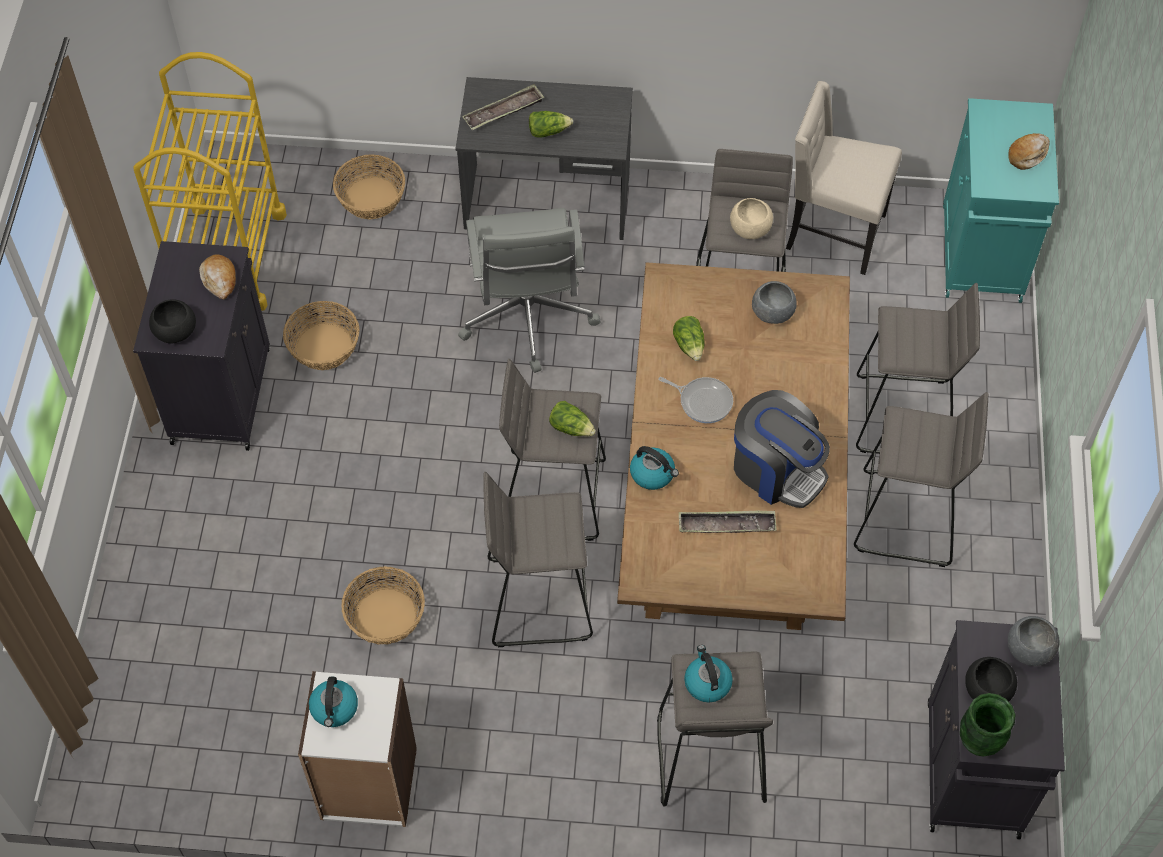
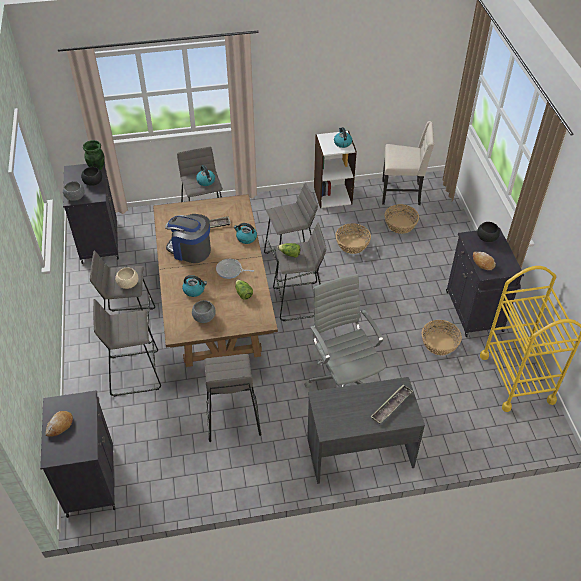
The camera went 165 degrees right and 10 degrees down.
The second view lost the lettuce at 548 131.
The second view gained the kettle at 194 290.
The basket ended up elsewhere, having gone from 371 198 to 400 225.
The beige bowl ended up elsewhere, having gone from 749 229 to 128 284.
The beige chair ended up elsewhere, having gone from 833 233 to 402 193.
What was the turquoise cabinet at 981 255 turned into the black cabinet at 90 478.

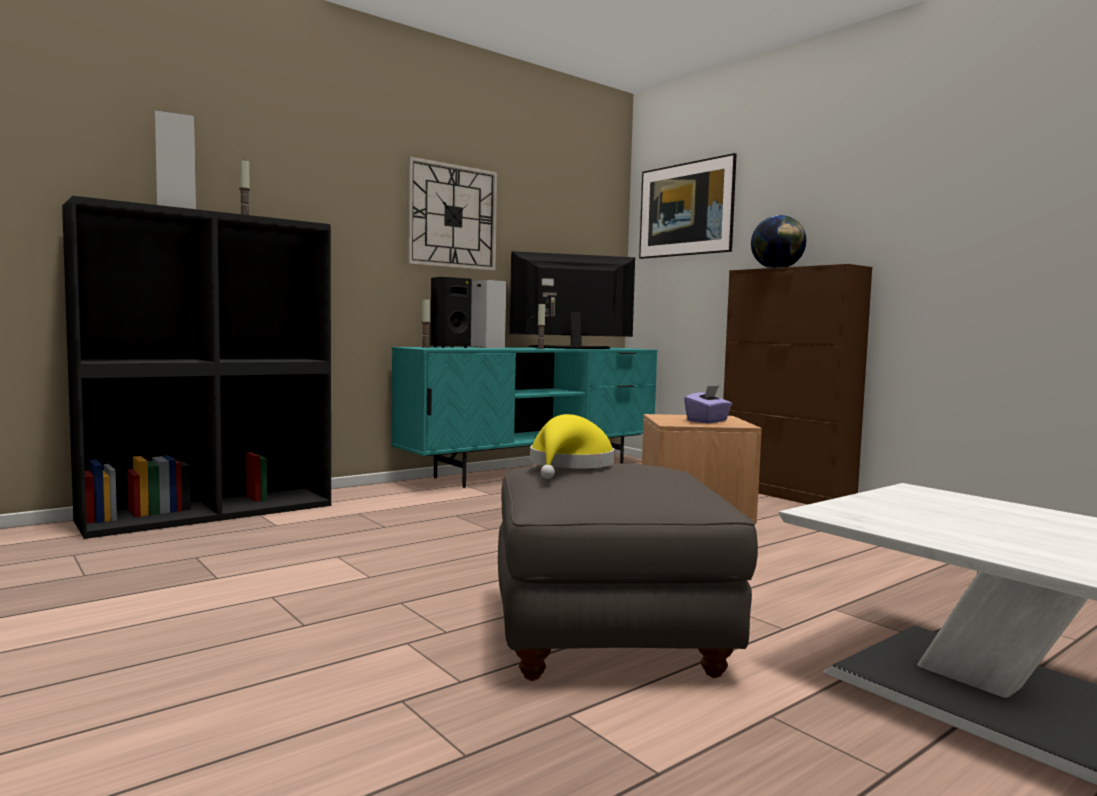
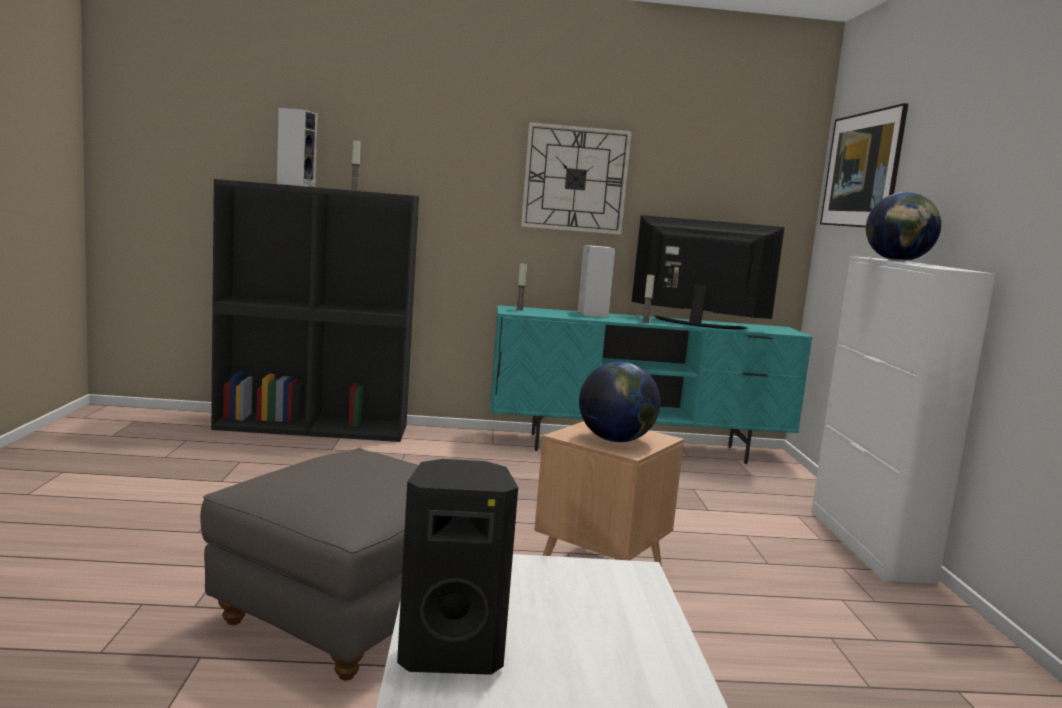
The camera went 35 degrees right and 5 degrees up.
The second view lost the yellow hat at 569 466.
The black speaker ended up elsewhere, having gone from 449 347 to 451 653.
Where the purple tissue box stood at 707 421, the globe came to stand at 615 440.
What was the brown cabinet at 785 494 turned into the white cabinet at 868 544.

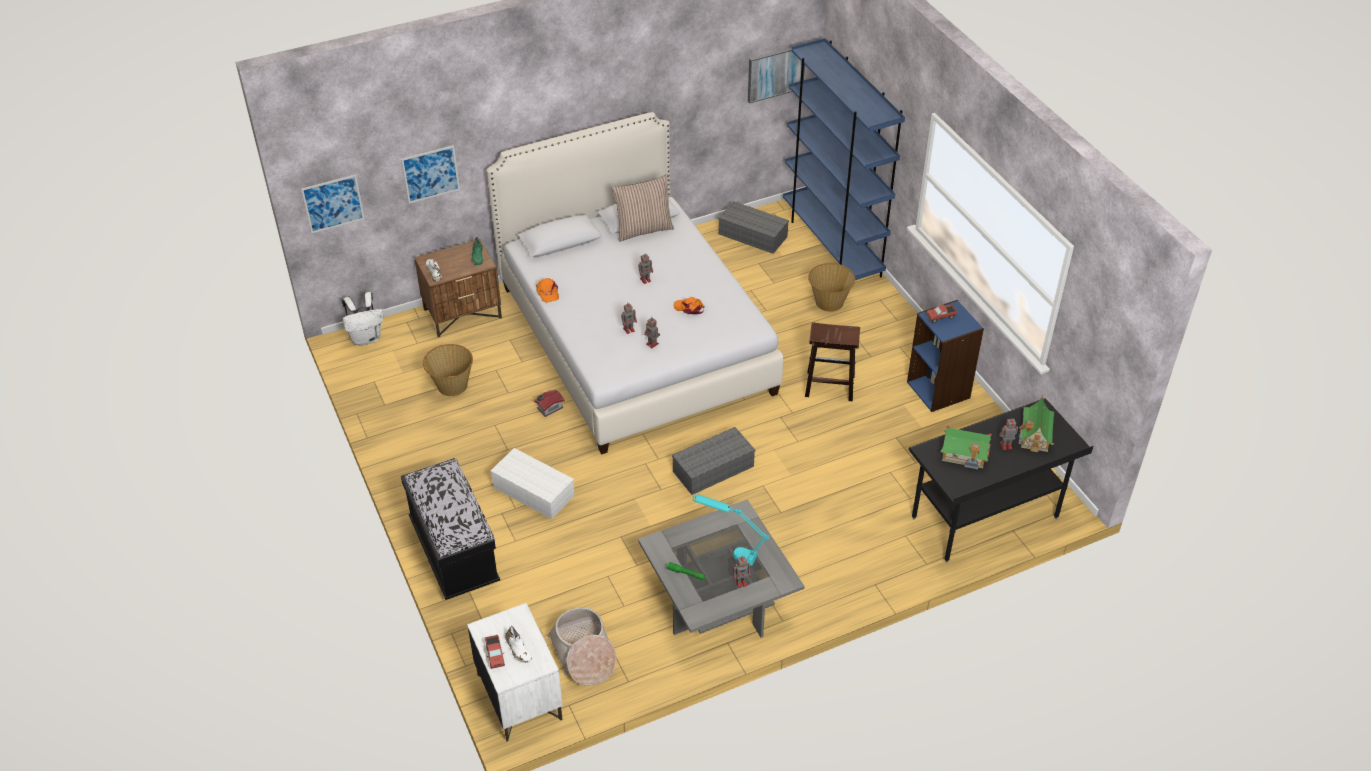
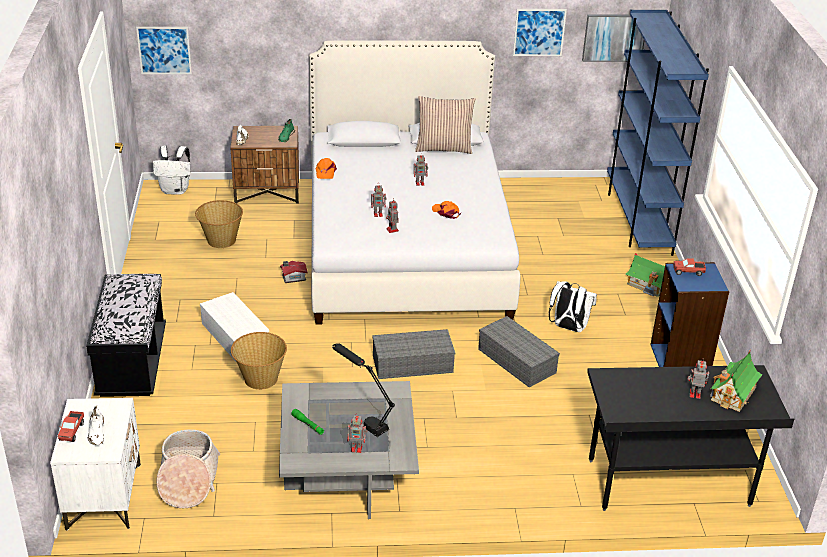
The camera went 20 degrees right and 10 degrees down.
The picture ended up elsewhere, having gone from 430 174 to 539 32.
The grey storage box ended up elsewhere, having gone from 754 235 to 518 361.
The basket ended up elsewhere, having gone from 829 302 to 260 379.
The toy house ended up elsewhere, having gone from 964 455 to 647 285.
Where the brown stool stood at 828 386, the white backpack came to stand at 568 327.
What was the turquoise table lamp at 730 551 turned into the black table lamp at 363 419.

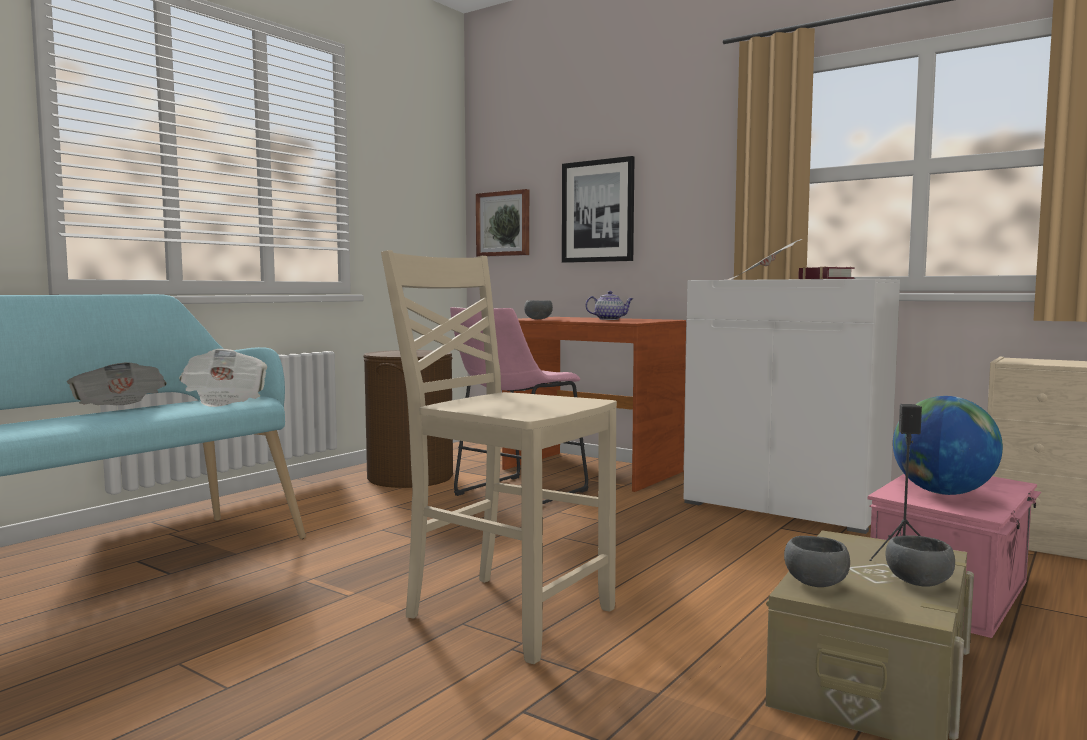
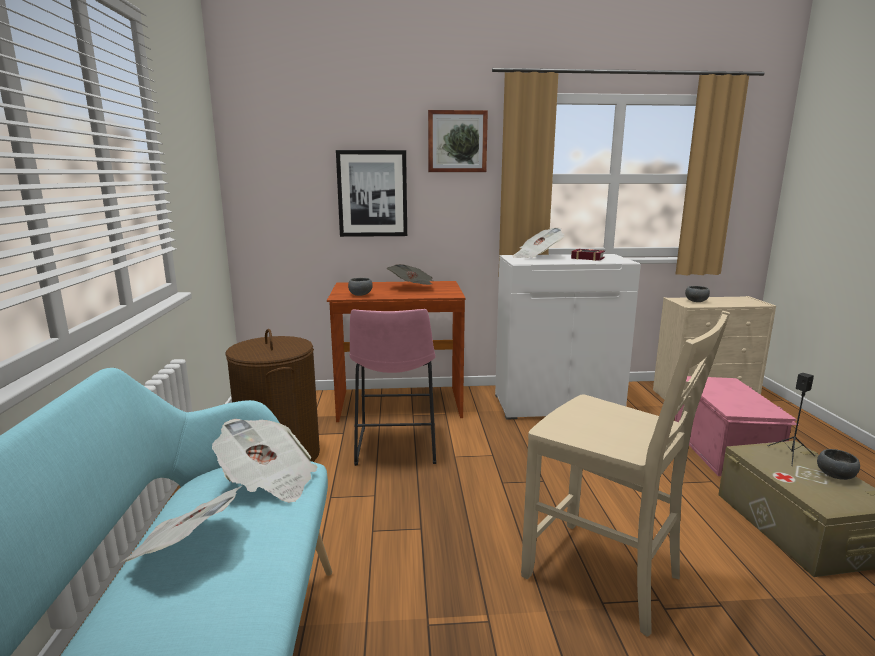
The camera went 40 degrees left and 10 degrees up.
The second view lost the globe at 943 493.
The picture ended up elsewhere, having gone from 504 224 to 457 141.
The grey bowl ended up elsewhere, having gone from 815 584 to 696 302.
Where the teapot stood at 610 319, the newspaper came to stand at 412 288.
The beige chair at 505 613 ended up facing another way, 135 degrees counterclockwise from before.

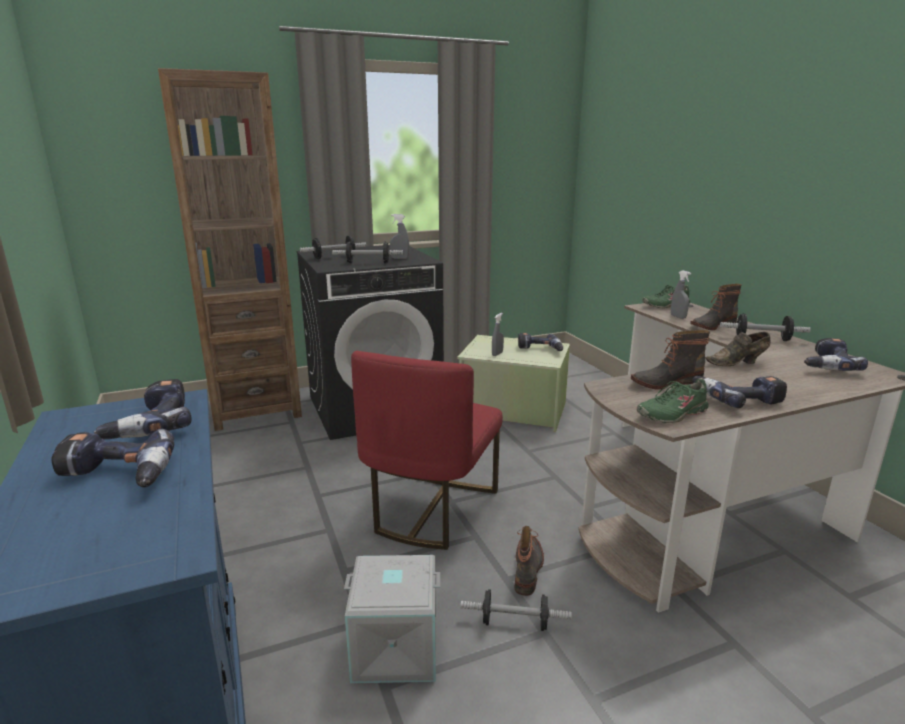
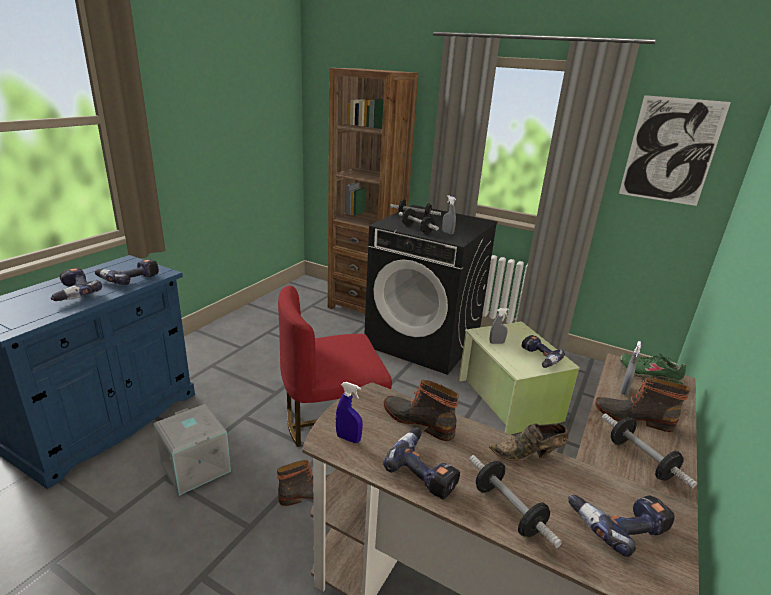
The camera went 50 degrees right and 5 degrees up.
The second view gained the picture at 670 151.
The dumbbell ended up elsewhere, having gone from 514 623 to 508 510.
Where the green shoe stood at 671 414, the blue spray bottle came to stand at 348 438.
The brown shoe at 738 363 ended up facing another way, 45 degrees counterclockwise from before.

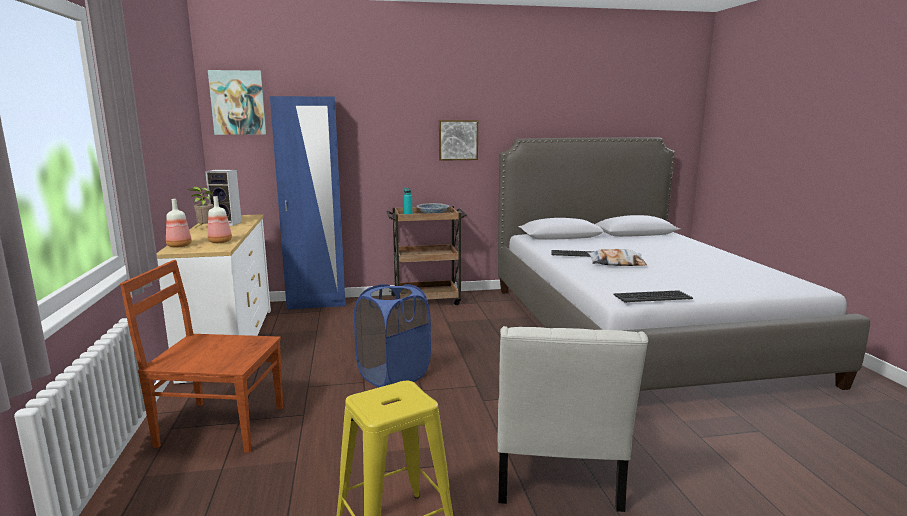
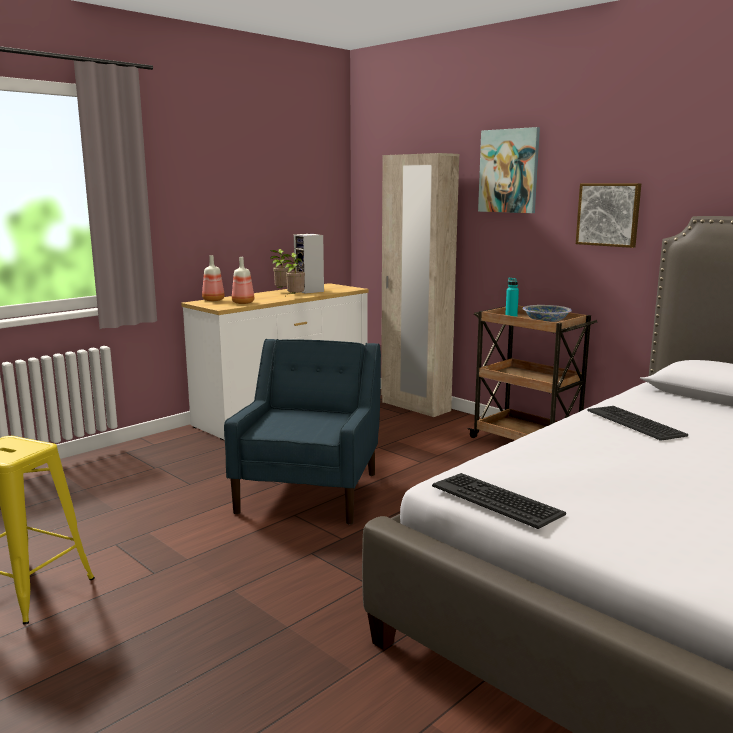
The camera went 55 degrees right and 0 degrees up.
The second view lost the brown chair at 219 425.
The second view lost the white chair at 556 475.
The second view lost the pillow at 616 263.
The second view gained the potted plant at 294 298.
The picture ended up elsewhere, having gone from 238 103 to 509 171.
Where the blue laundry basket stood at 394 375, the blue armchair came to stand at 310 491.
What was the blue wardrobe at 316 304 turned into the beige wardrobe at 415 406.

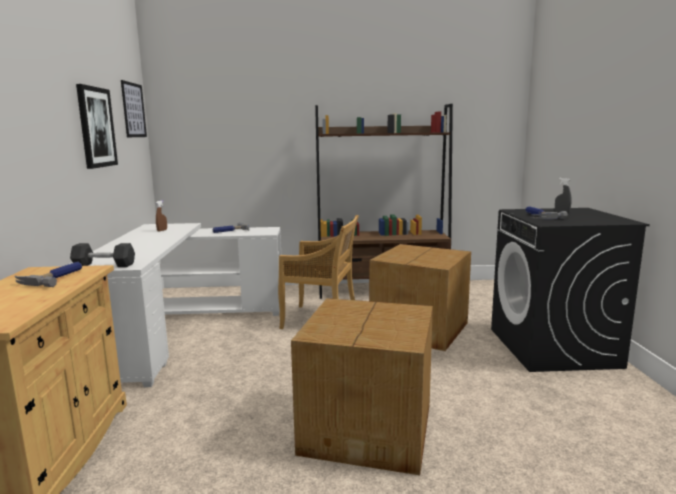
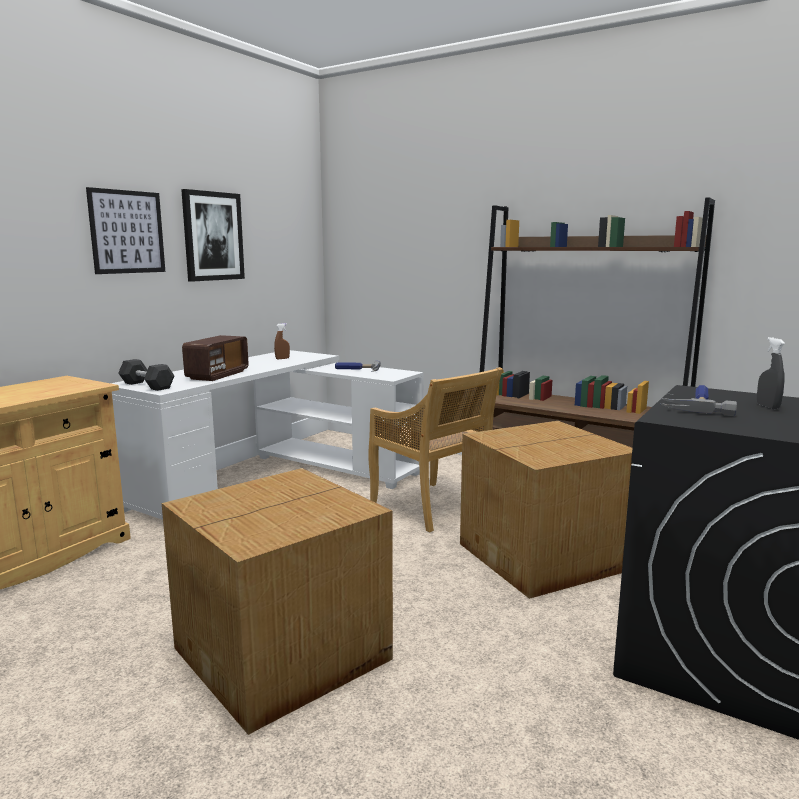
The camera went 35 degrees right and 0 degrees up.
The second view lost the hammer at 54 278.
The second view gained the radio at 217 375.
The picture ended up elsewhere, having gone from 133 110 to 127 232.

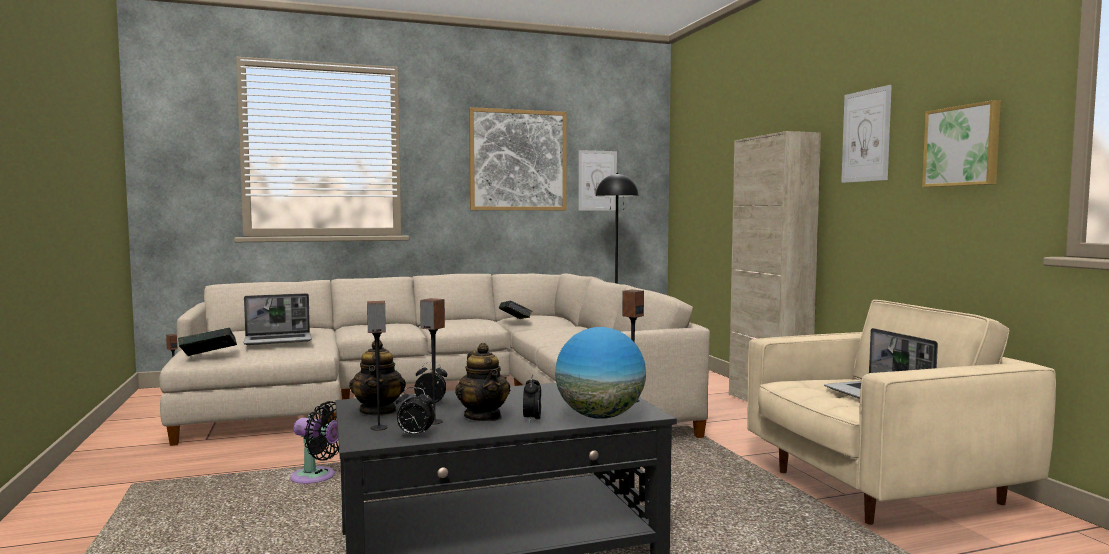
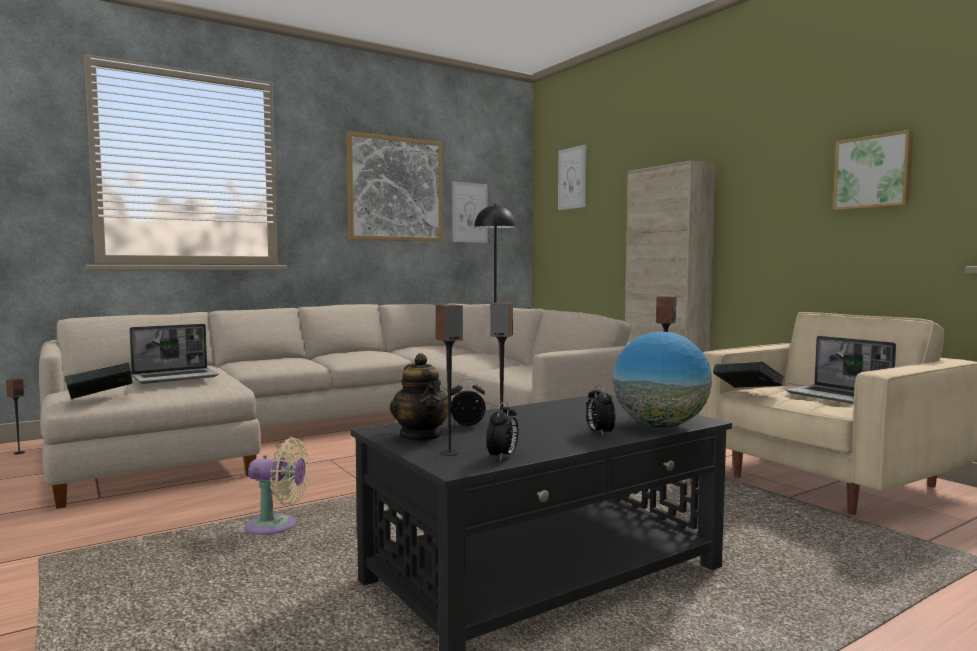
The camera went 15 degrees left and 0 degrees up.
The second view lost the teapot at 483 417.
The book ended up elsewhere, having gone from 515 321 to 747 392.
The picture ended up elsewhere, having gone from 866 136 to 572 178.
What was the black fan at 317 478 turned into the beige fan at 277 527.
The alarm clock at 414 435 ended up facing another way, 60 degrees counterclockwise from before.

